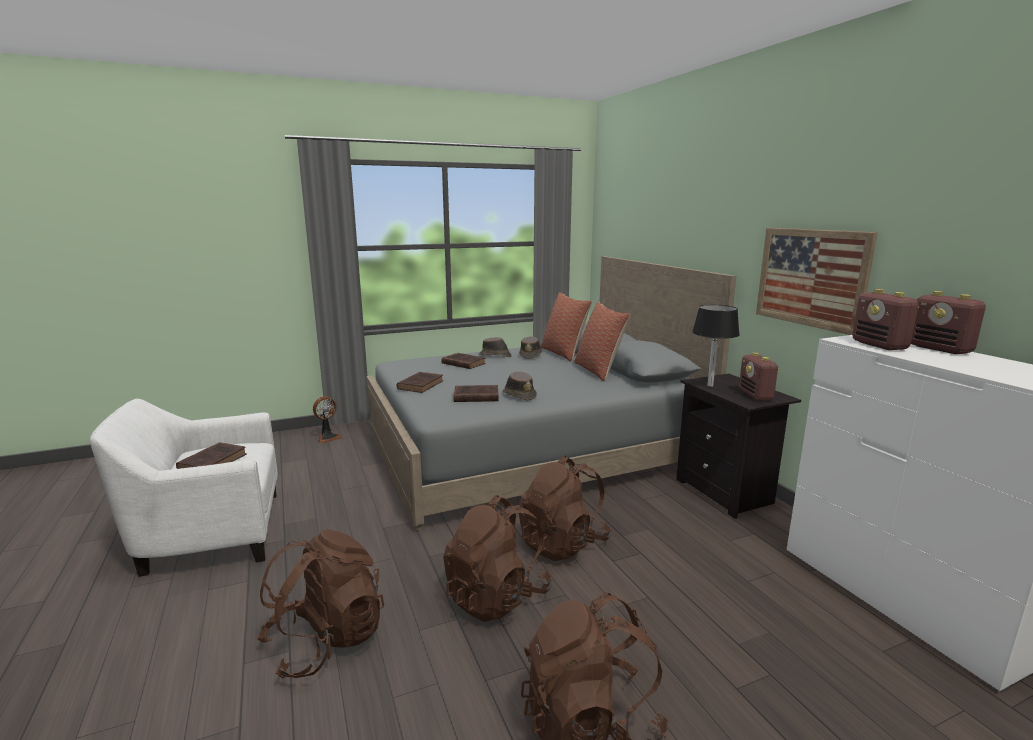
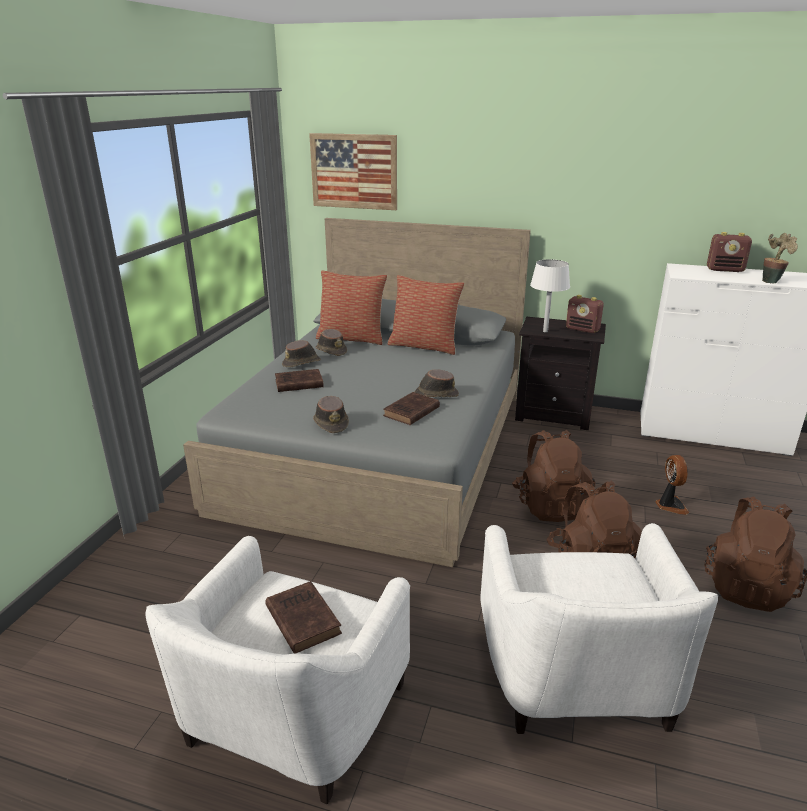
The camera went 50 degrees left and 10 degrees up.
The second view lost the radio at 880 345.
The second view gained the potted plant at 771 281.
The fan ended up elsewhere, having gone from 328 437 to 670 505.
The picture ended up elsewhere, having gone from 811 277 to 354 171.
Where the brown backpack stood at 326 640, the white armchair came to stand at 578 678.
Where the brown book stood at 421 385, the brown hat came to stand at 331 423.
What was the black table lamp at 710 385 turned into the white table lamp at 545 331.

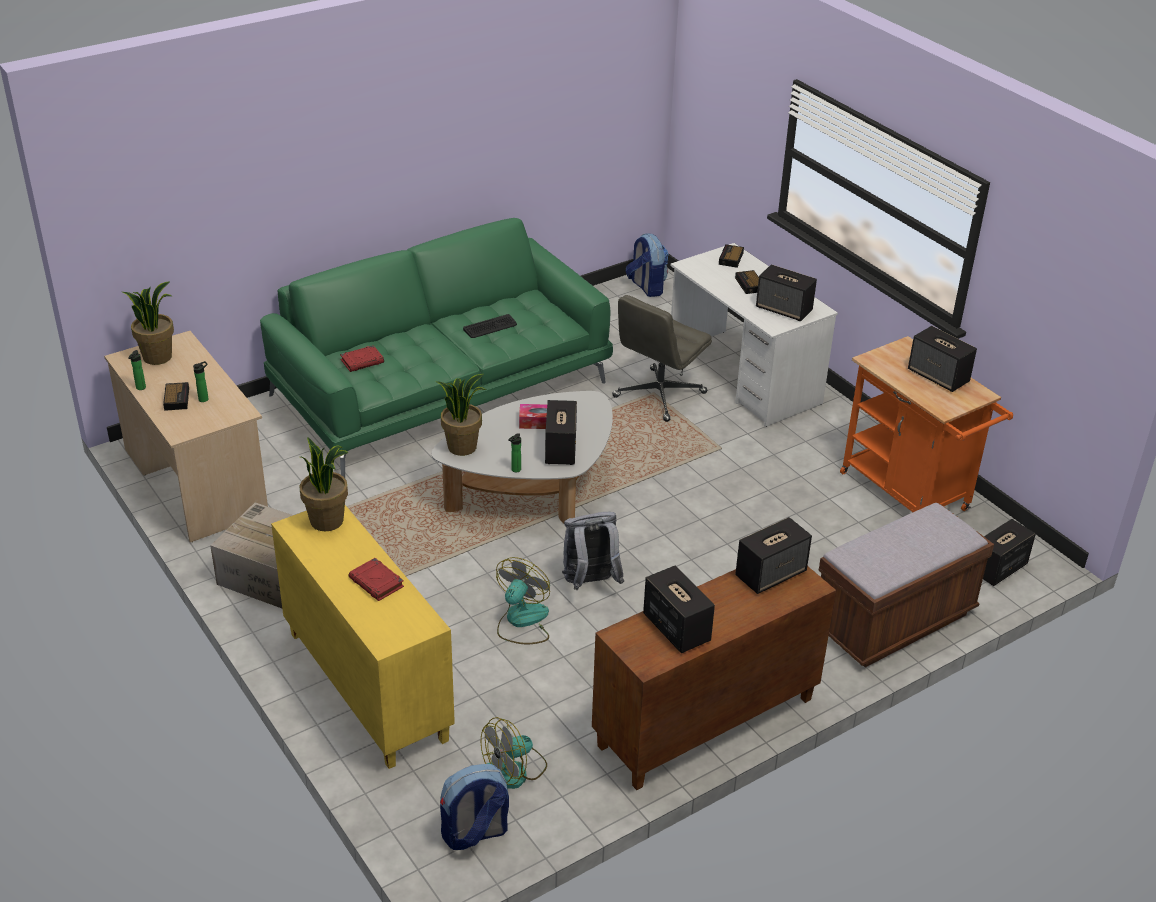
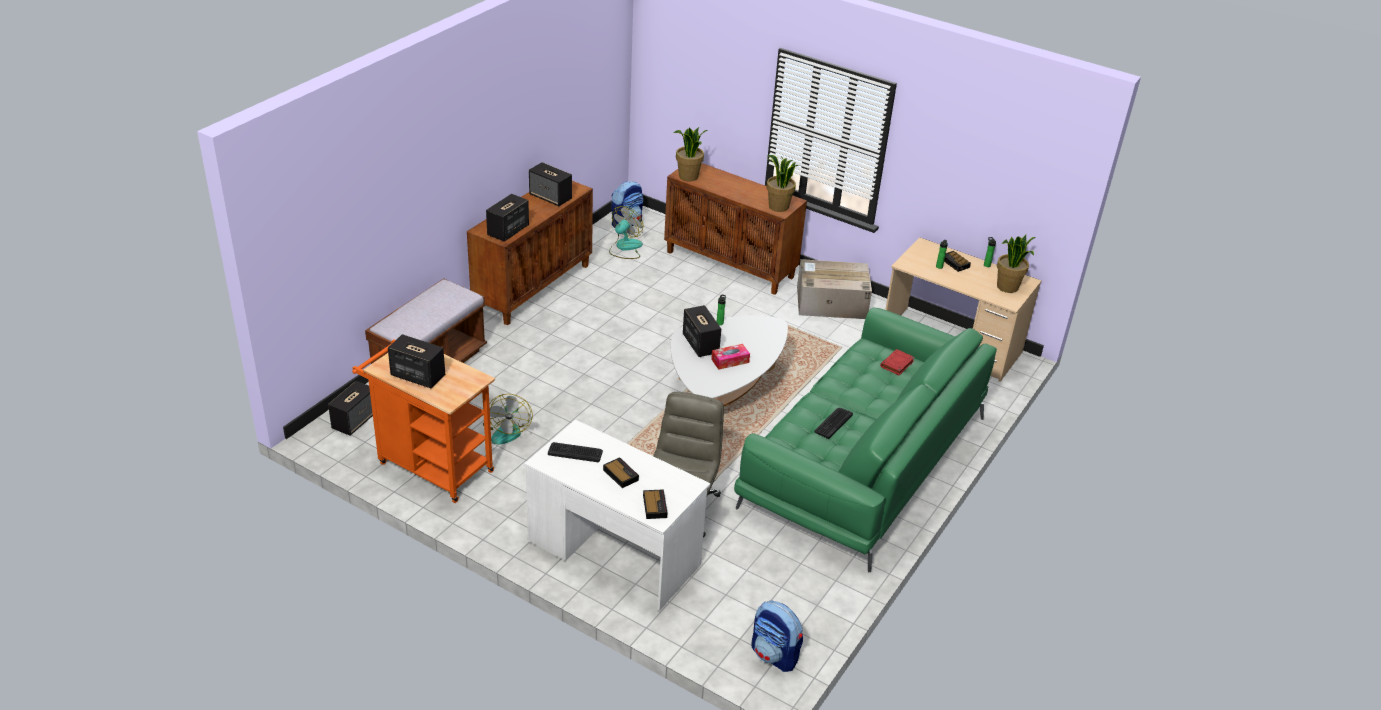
The camera went 155 degrees right and 0 degrees up.
The second view lost the red book at 377 583.
The second view lost the grey backpack at 590 583.
The potted plant ended up elsewhere, having gone from 462 446 to 688 177.
The fan ended up elsewhere, having gone from 522 622 to 507 430.
Where the speaker stood at 784 309, the keyboard came to stand at 575 452.
What was the yellow cabinet at 365 685 turned into the brown cabinet at 731 264.

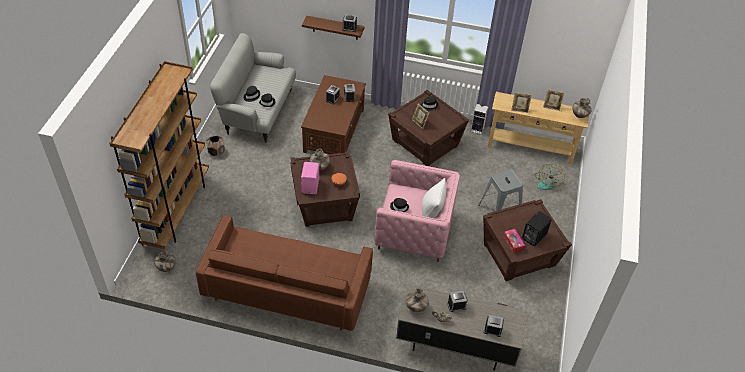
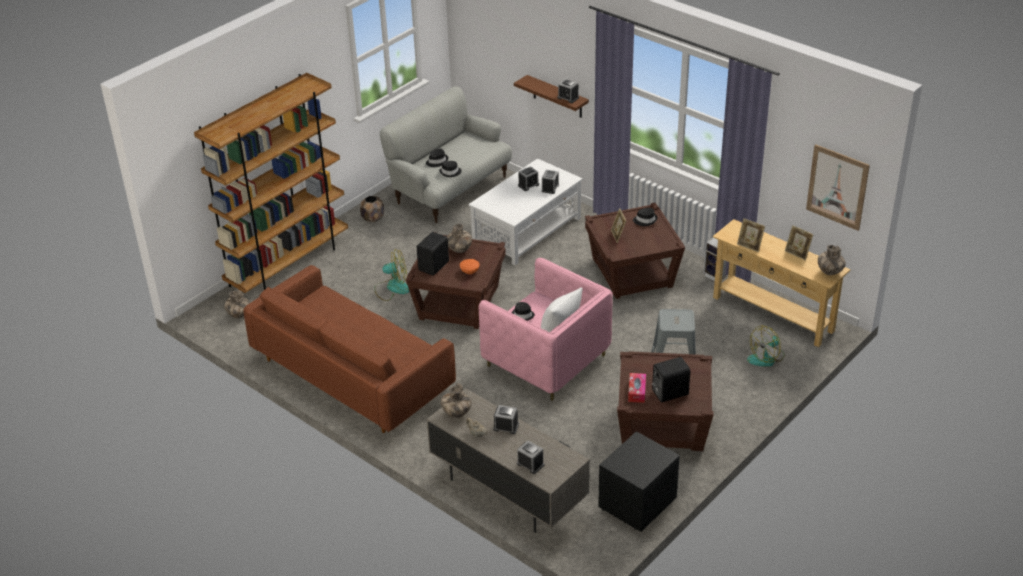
The camera went 30 degrees right and 10 degrees down.
The second view gained the fan at 392 288.
The second view gained the black nightstand at 637 503.
The second view gained the picture at 837 187.
What was the brown coffee table at 334 130 turned into the white coffee table at 527 230.
What was the pink speaker at 311 186 turned into the black speaker at 434 266.

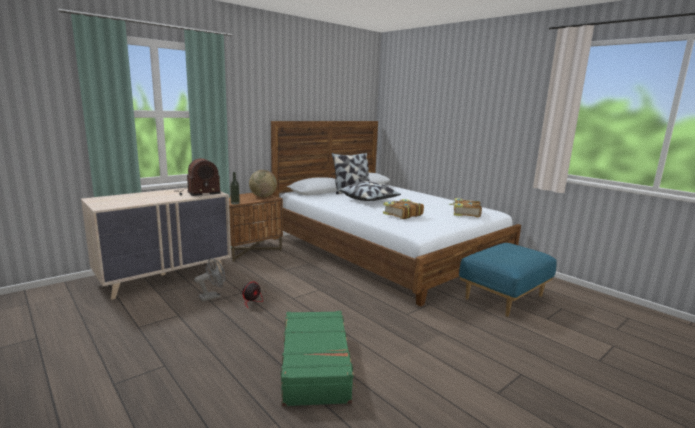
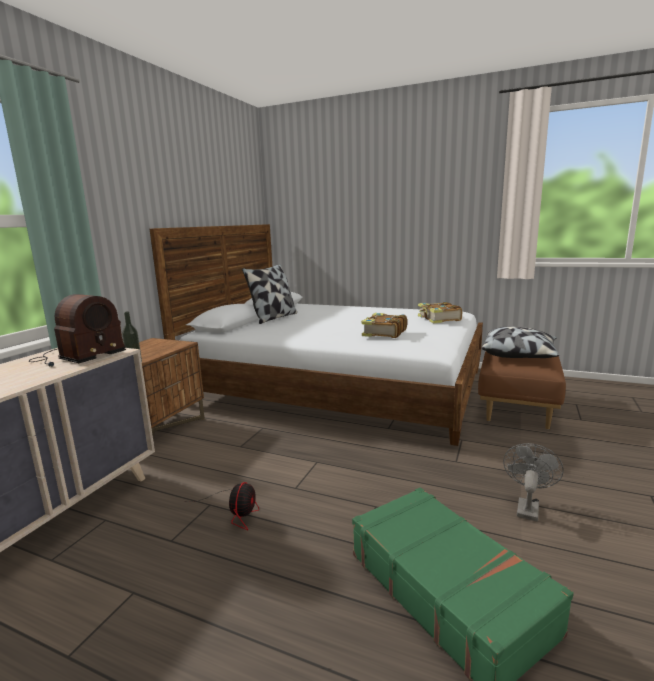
The camera went 25 degrees left and 0 degrees up.
The second view lost the globe at 263 196.
The grey fan ended up elsewhere, having gone from 212 296 to 527 507.
The pillow ended up elsewhere, having gone from 370 200 to 519 355.
What was the blue ottoman at 503 297 turned into the brown ottoman at 516 407.

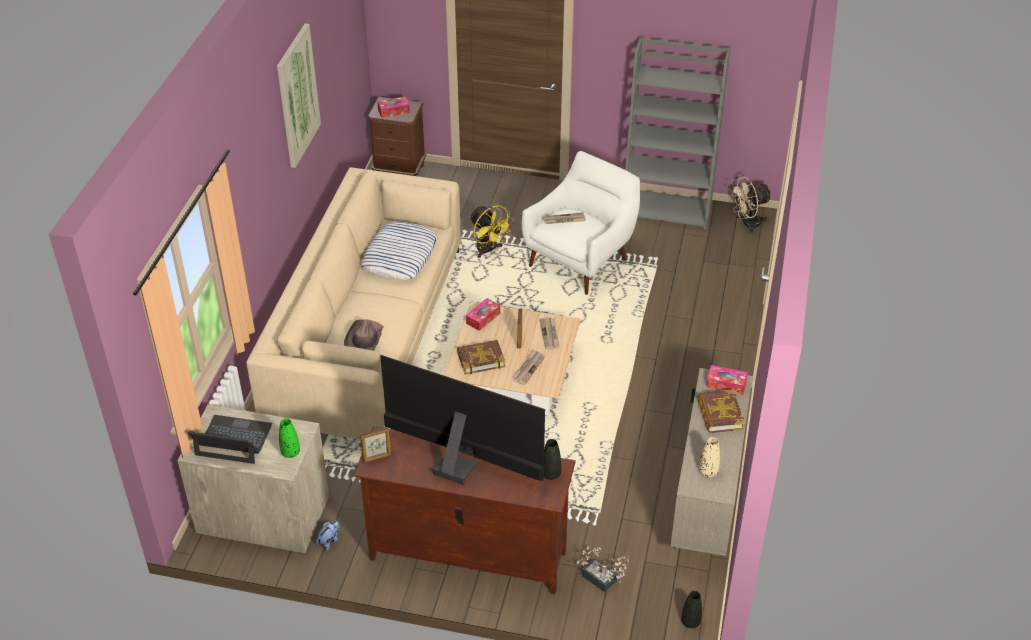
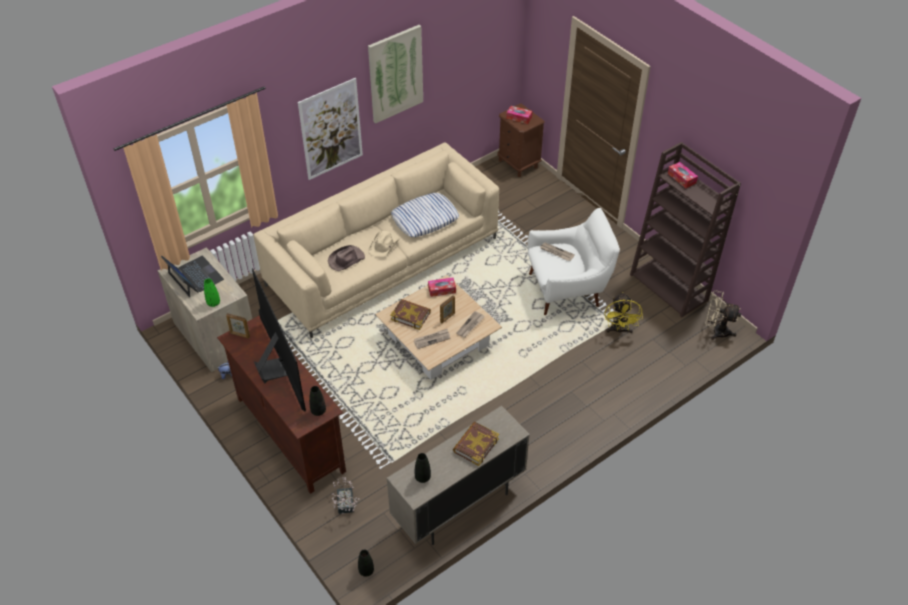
The camera went 40 degrees right and 5 degrees up.
The second view gained the picture at 331 129.
The second view gained the beige hat at 384 245.
The yellow fan ended up elsewhere, having gone from 488 250 to 619 330.
The tissue box ended up elsewhere, having gone from 726 384 to 681 178.
What was the grey bookcase at 667 209 turned into the brown bookcase at 670 287.
What was the beige vase at 708 472 turned into the black vase at 422 477.

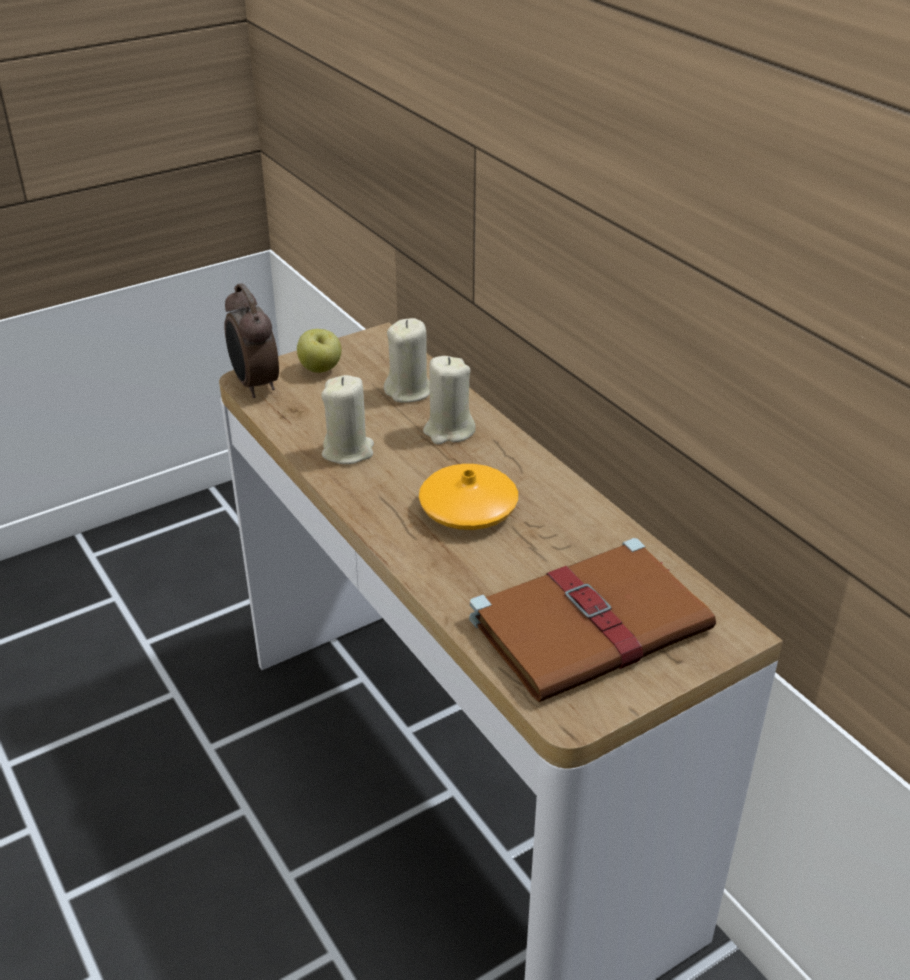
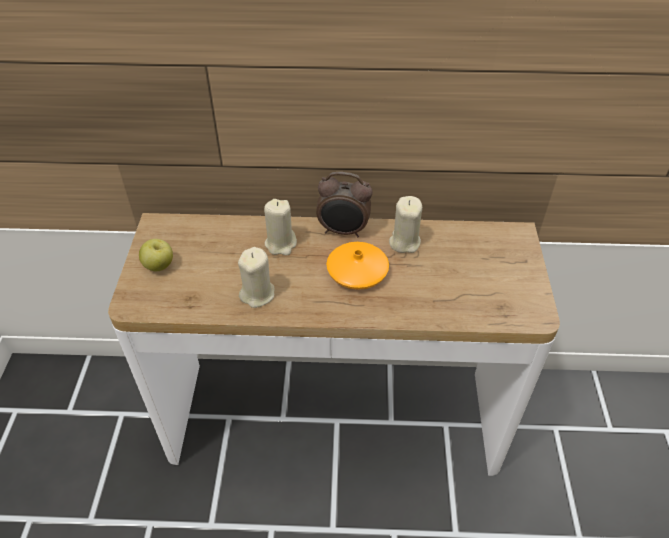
The camera went 55 degrees left and 10 degrees up.
The second view lost the brown book at 593 623.
The alarm clock ended up elsewhere, having gone from 254 385 to 343 231.
The beige candle ended up elsewhere, having gone from 409 391 to 404 242.

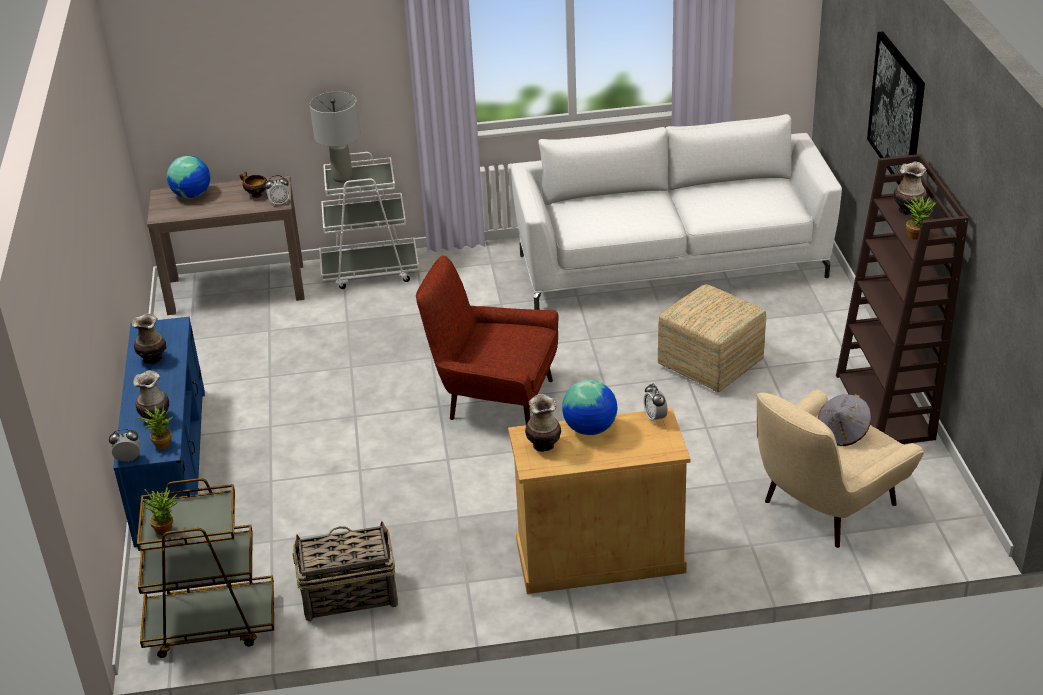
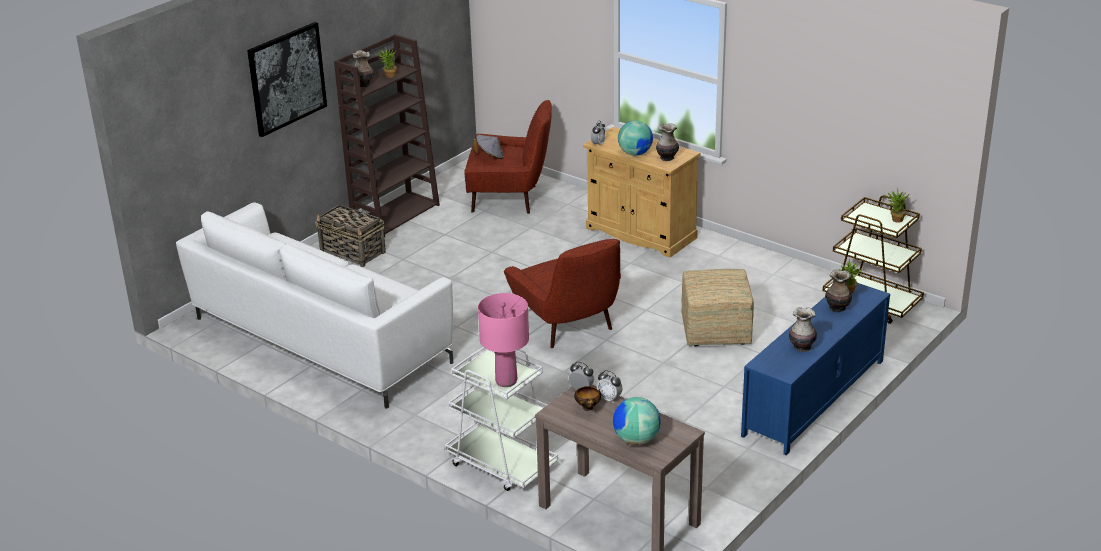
The camera went 135 degrees left and 5 degrees down.
The alarm clock ended up elsewhere, having gone from 128 459 to 609 398.
The basket ended up elsewhere, having gone from 348 594 to 353 252.
The ottoman ended up elsewhere, having gone from 709 364 to 716 331.
What was the grey table lamp at 342 177 turned into the pink table lamp at 506 381.
What was the beige armchair at 824 507 turned into the red armchair at 509 199.

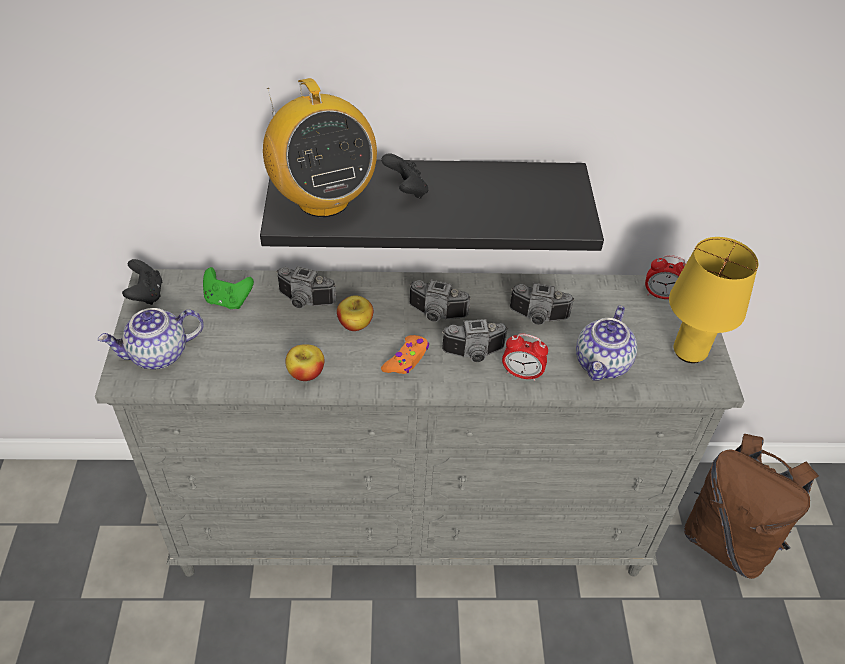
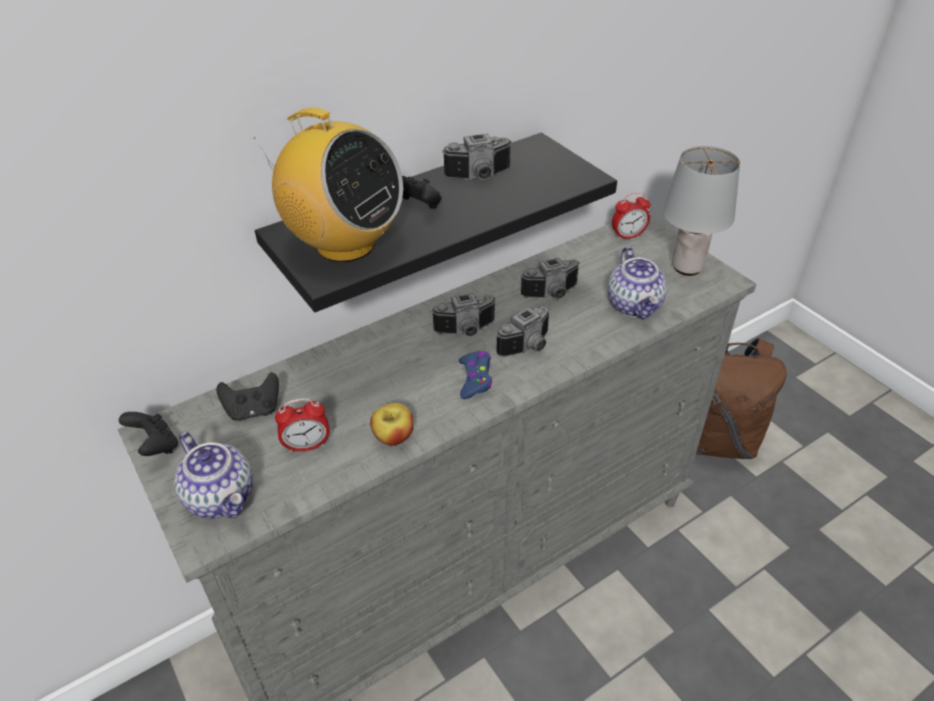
The camera went 30 degrees left and 5 degrees down.
The second view lost the apple at 355 324.
The photo camera ended up elsewhere, having gone from 304 302 to 480 177.
The alarm clock ended up elsewhere, having gone from 522 374 to 307 446.
What was the green game controller at 228 300 turned into the black game controller at 253 410.
What was the orange game controller at 406 359 turned into the blue game controller at 475 379.
What was the yellow table lamp at 689 352 turned into the grey table lamp at 687 268.
The teapot at 158 355 ended up facing another way, 75 degrees counterclockwise from before.

